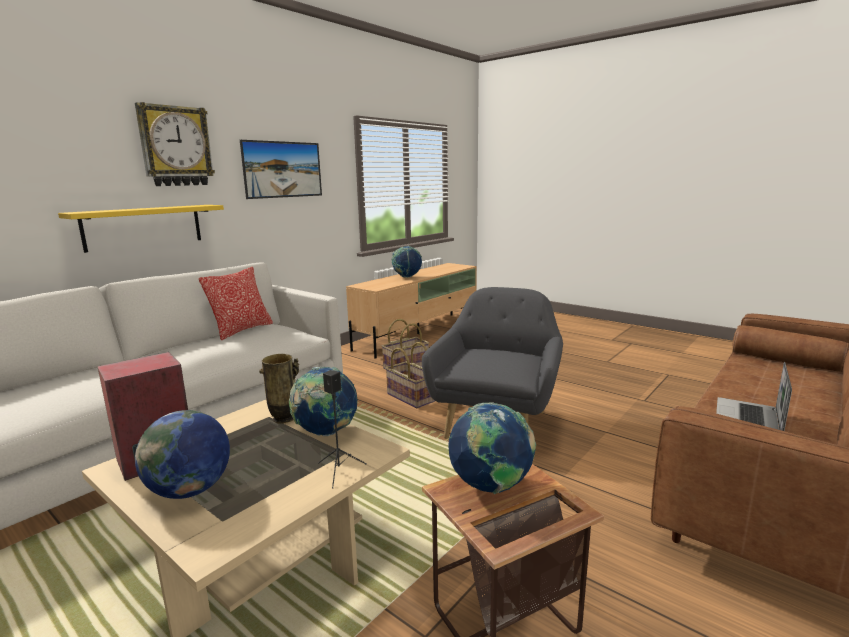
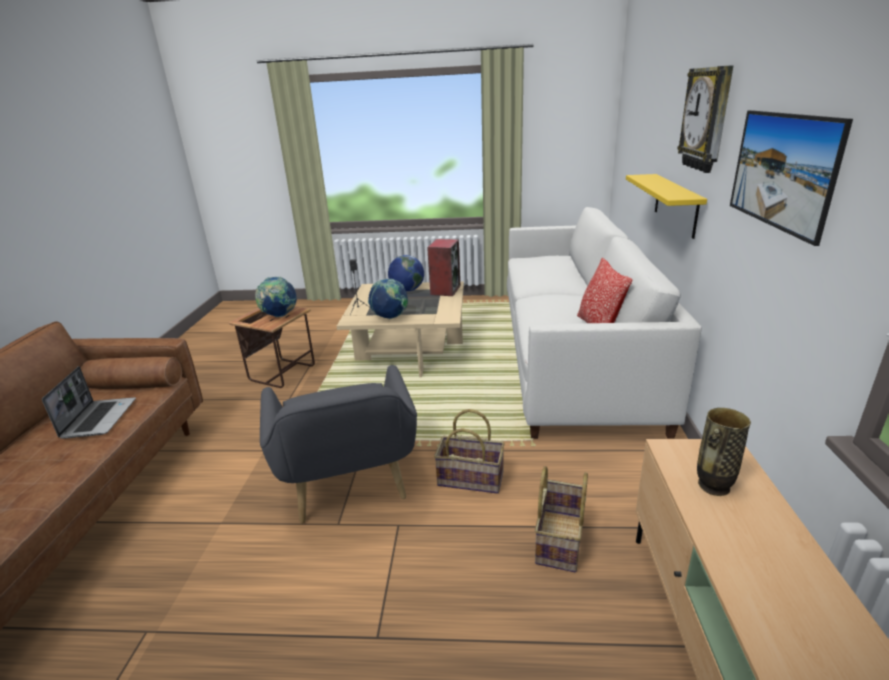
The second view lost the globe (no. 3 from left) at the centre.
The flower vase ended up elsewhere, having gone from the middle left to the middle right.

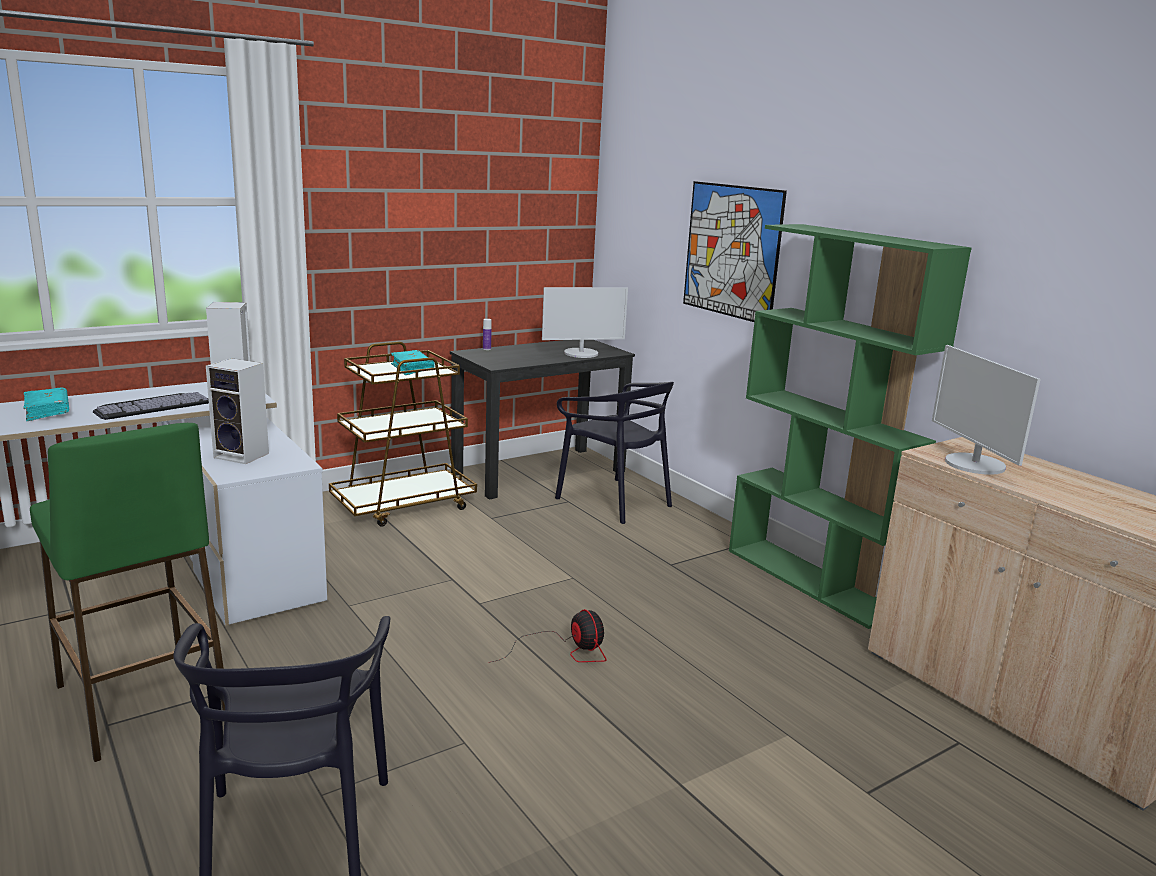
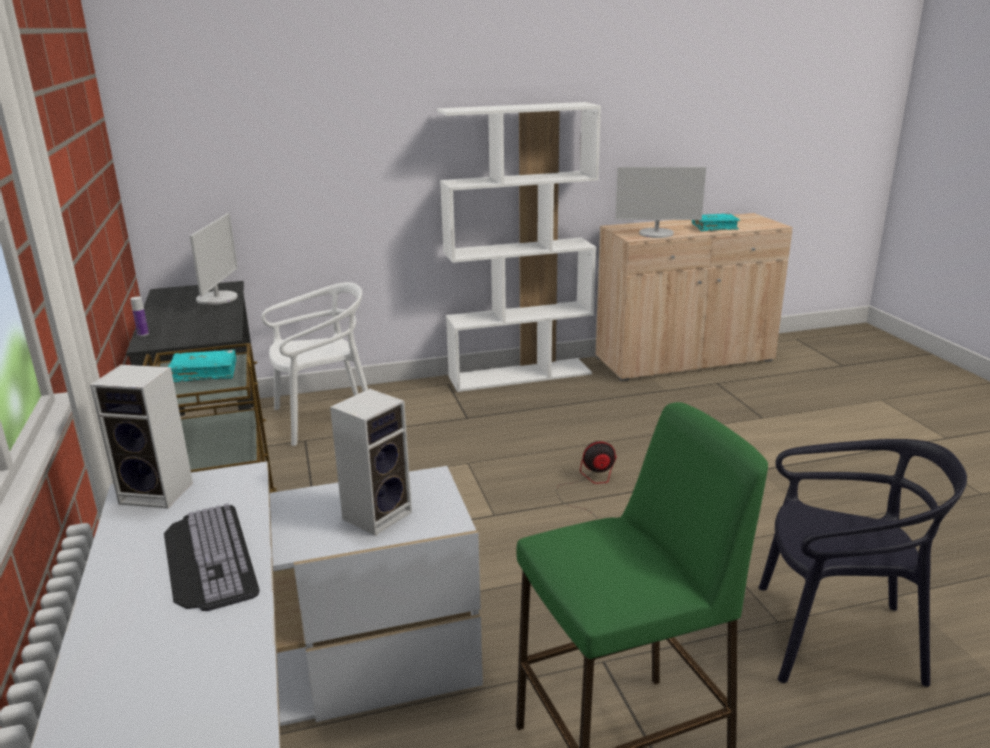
The second view lost the wall art at the top centre.
The turquoise-coloured volume (no. 1 from left in the first image) ended up elsewhere, having gone from the middle left to the top right.
What was the black-coloured upright chair (no. 2 from left) at the centre turned into the white upright chair at the middle left.
What was the green bookcase at the middle right turned into the white bookcase at the top centre.

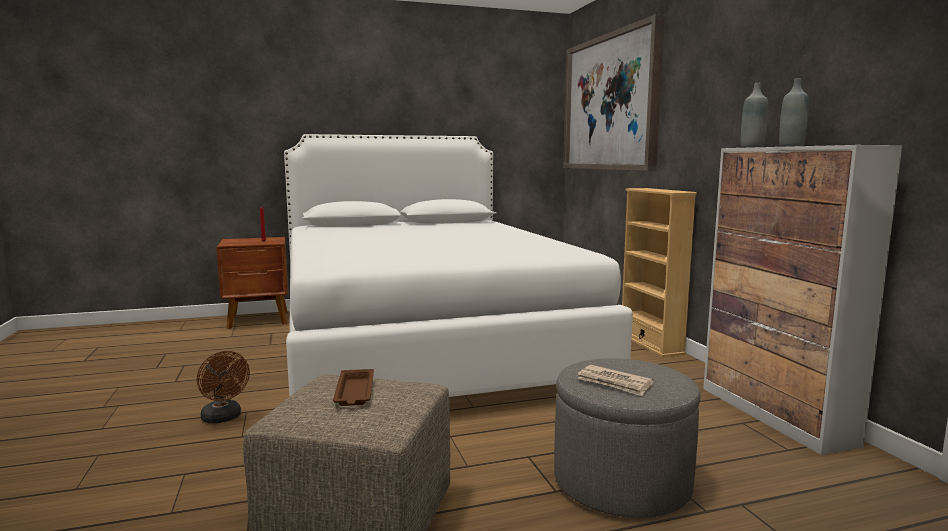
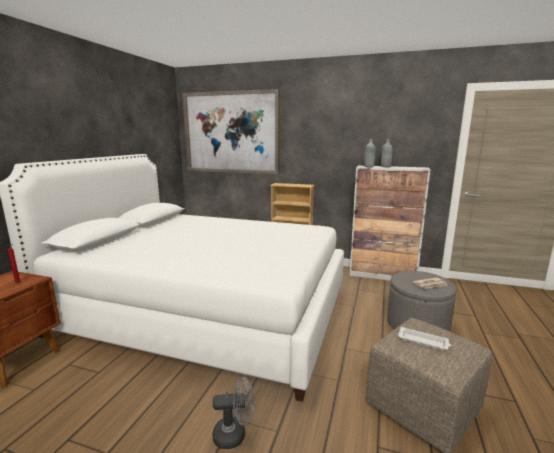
What was the brown fan at the bottom left turned into the gray fan at the bottom centre.
What was the brown carrying tray at the bottom centre turned into the white carrying tray at the bottom right.

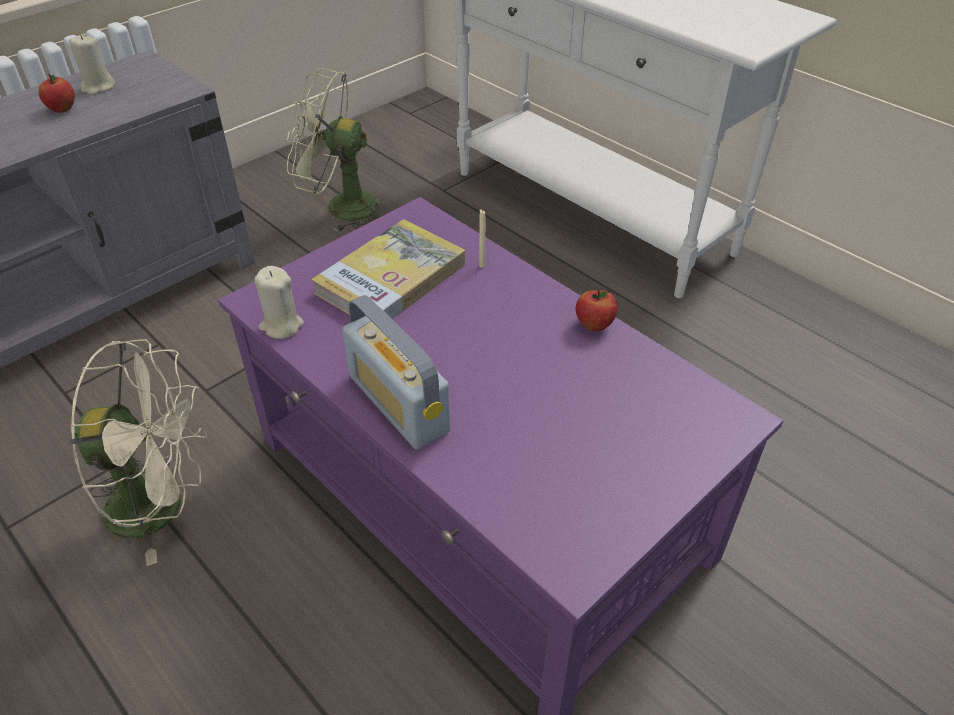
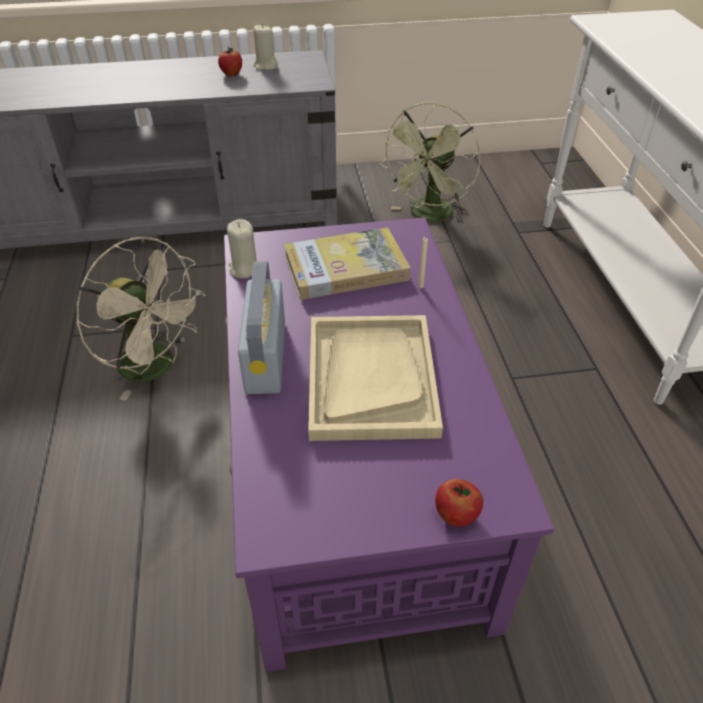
The second view gained the beige carrying tray at the centre.
The apple (no. 2 from left) ended up elsewhere, having gone from the centre to the bottom centre.
The green fan at the top centre ended up facing another way, 105 degrees counterclockwise from before.

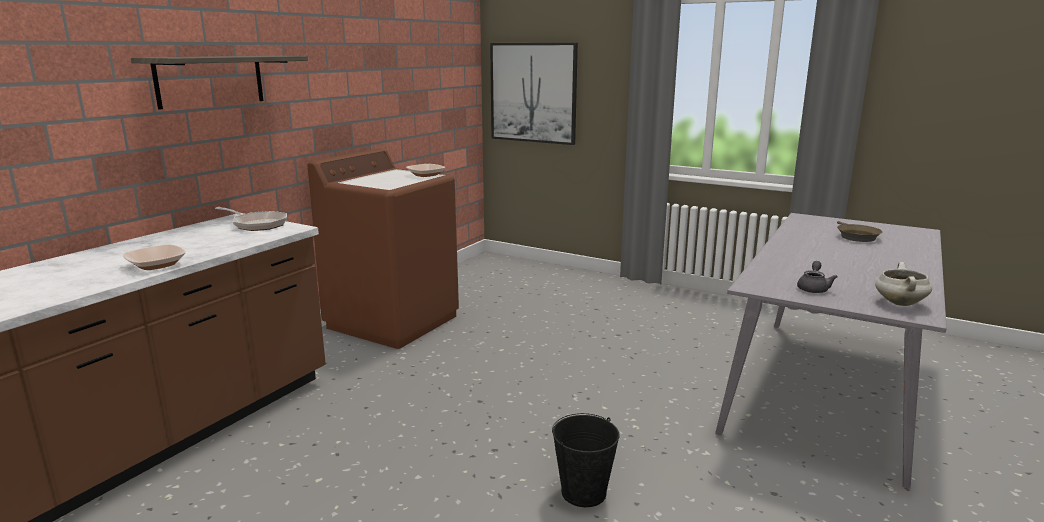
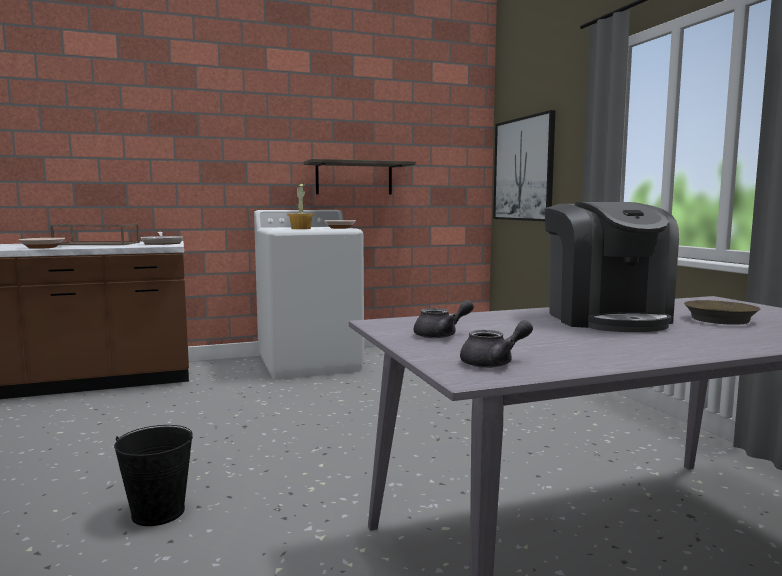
The second view gained the brown carrying tray at the middle left.
The second view gained the plant in a pot at the centre.
The second view gained the coffee maker at the middle right.
The wall shelf ended up elsewhere, having gone from the top left to the top centre.
Where the white stockpot stood at the middle right, the gray teapot (no. 2 from left) came to stand at the centre.
What was the brown washing machine at the centre turned into the white washing machine at the centre.

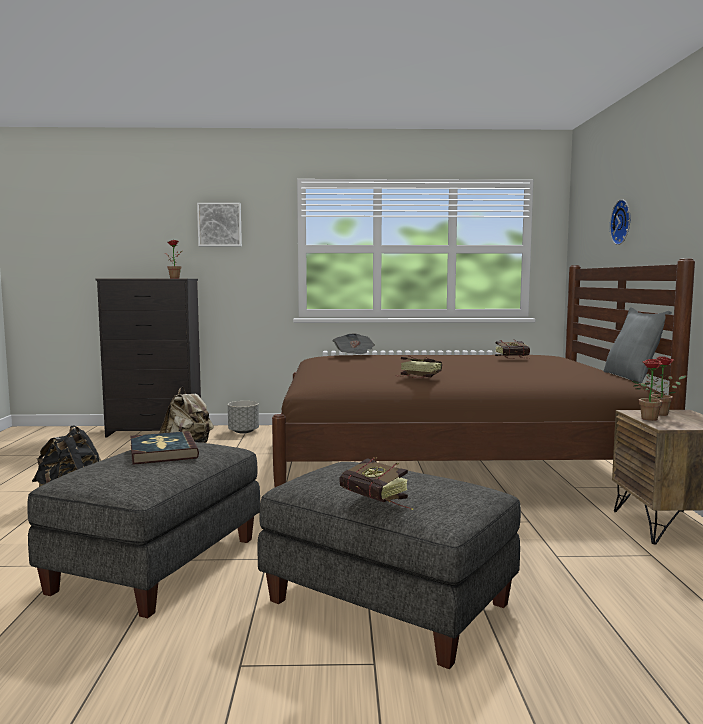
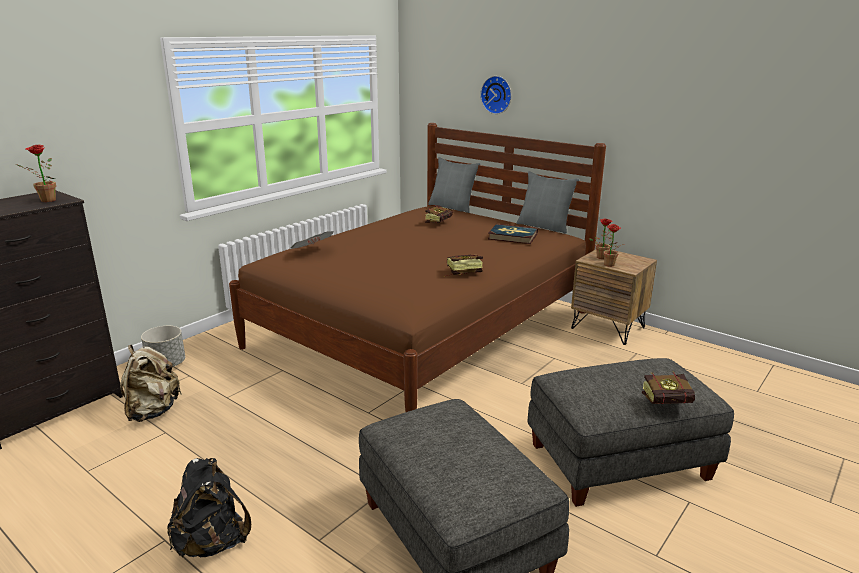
The second view lost the wall art at the top left.
The second view gained the gray throw pillow (no. 1 from left) at the top centre.
The volume (no. 1 from left in the first image) ended up elsewhere, having gone from the middle left to the centre.

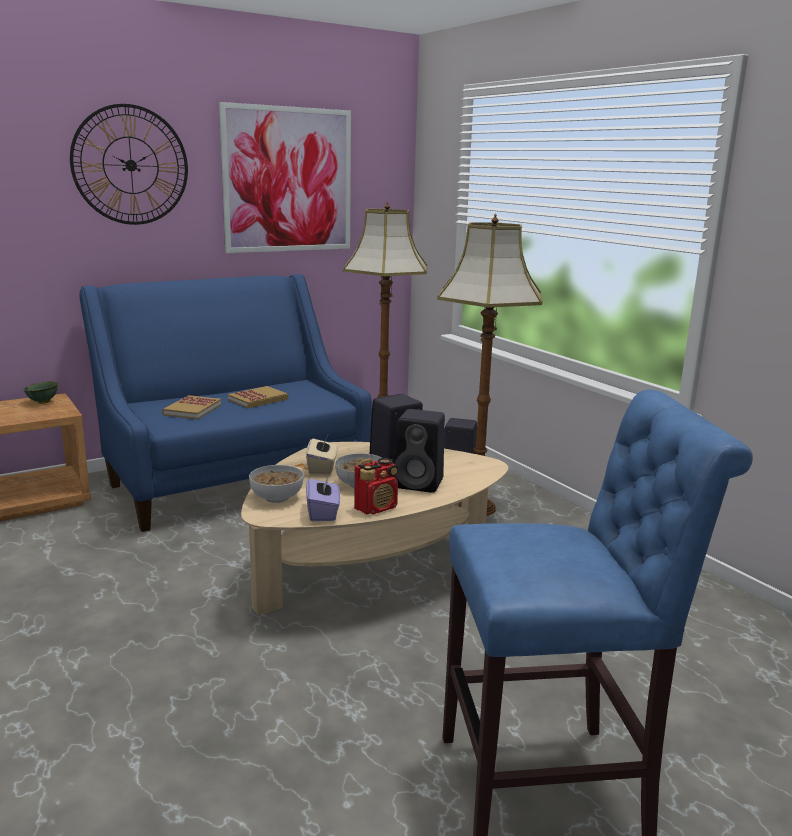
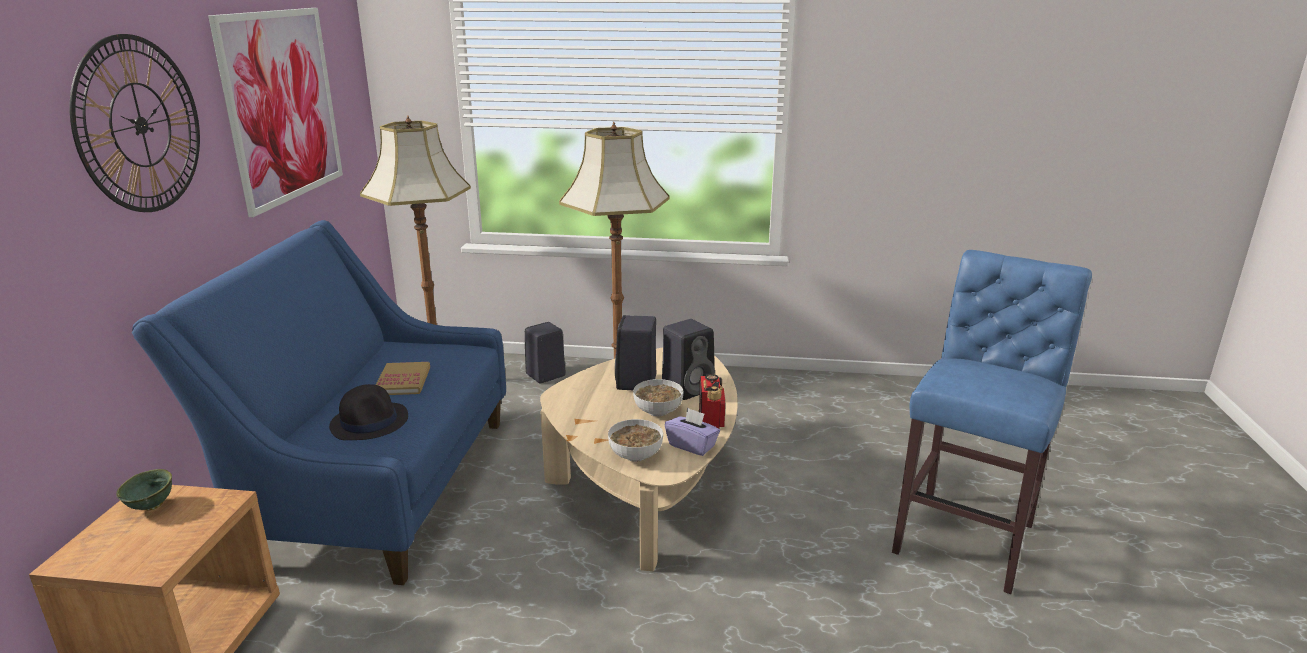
The second view lost the beige tissue holder at the centre.
Where the volume (no. 1 from left) stood at the middle left, the black-coloured clothing hat came to stand at the middle left.

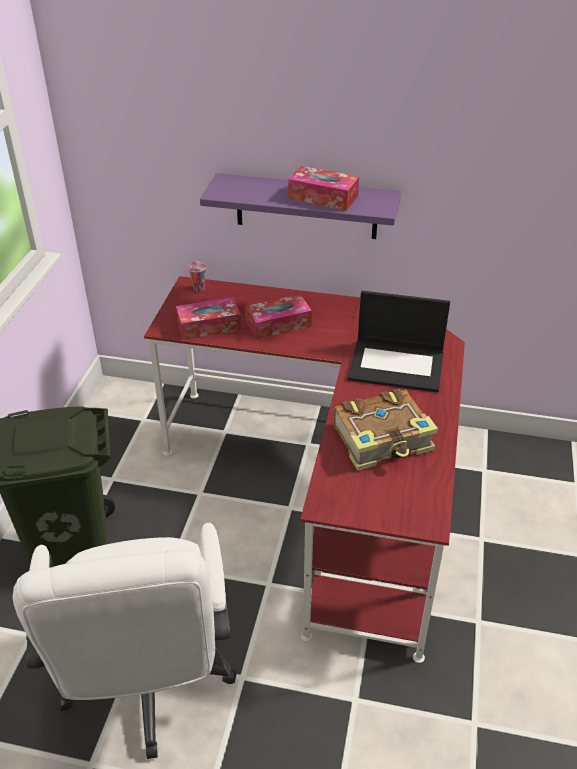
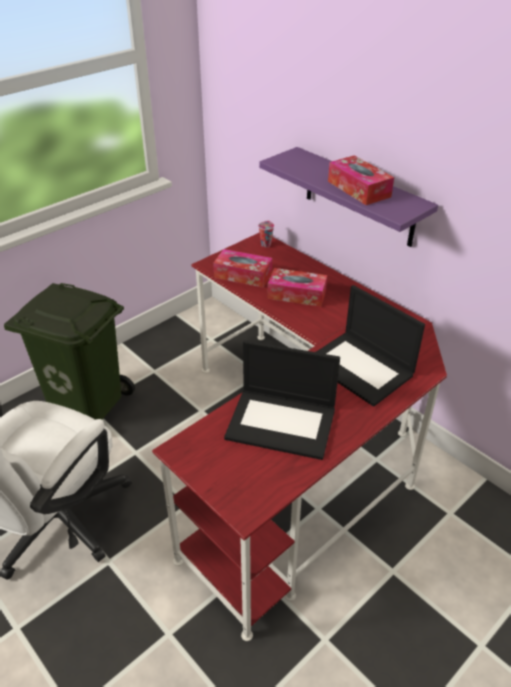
Where the volume stood at the middle right, the portable computer (no. 1 from left) came to stand at the centre.

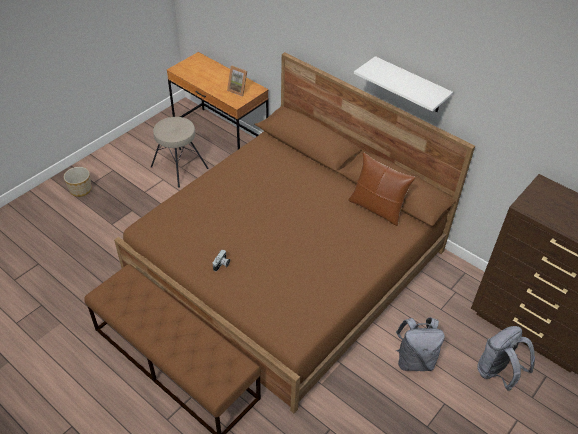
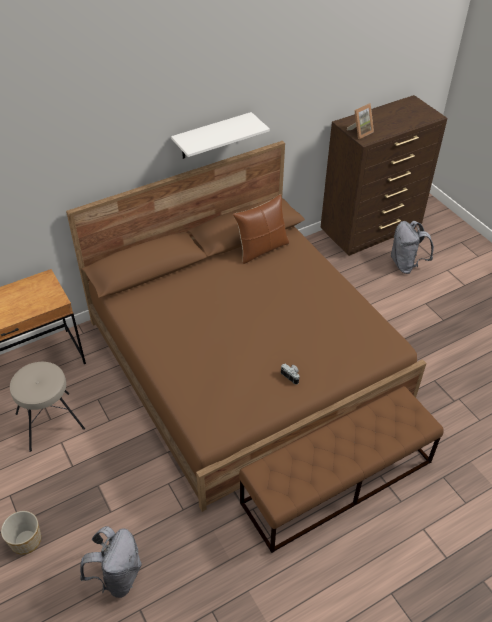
The standing frame ended up elsewhere, having gone from the top centre to the top right.
The gray knapsack (no. 1 from left) ended up elsewhere, having gone from the bottom right to the bottom left.

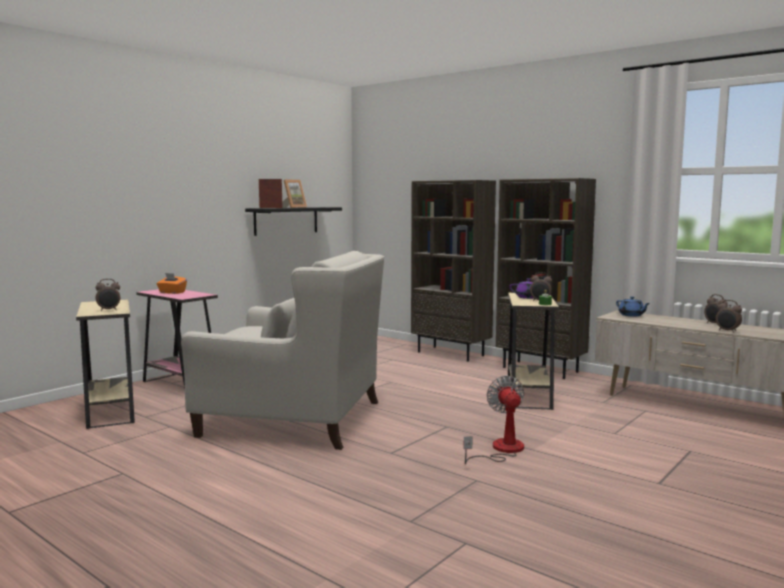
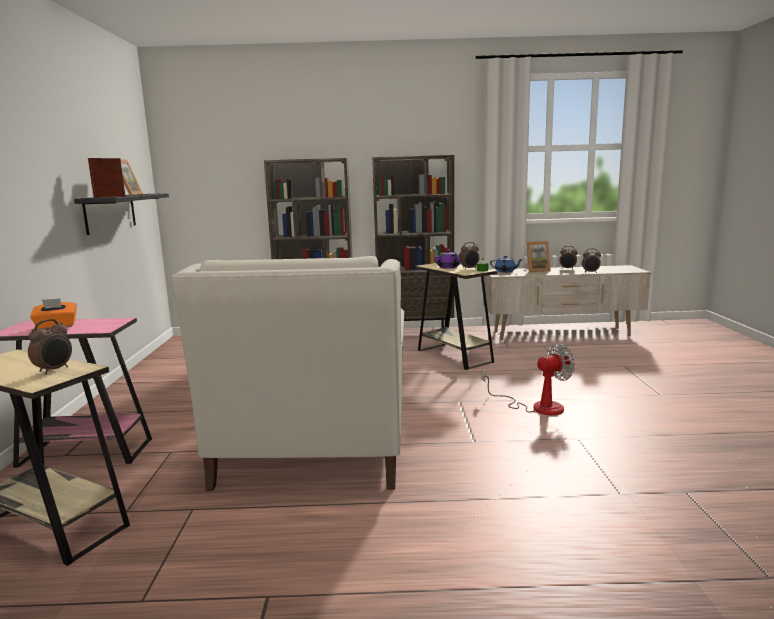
The second view gained the standing frame (no. 3 from left) at the middle right.
The white armchair at the centre ended up facing another way, 120 degrees clockwise from before.
The fan at the bottom centre ended up facing another way, 120 degrees clockwise from before.

